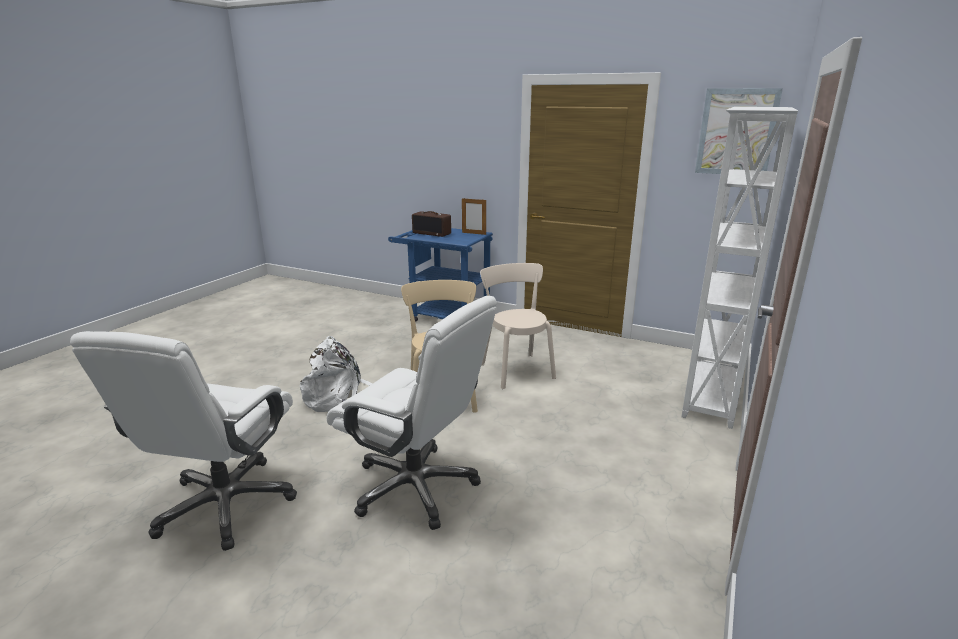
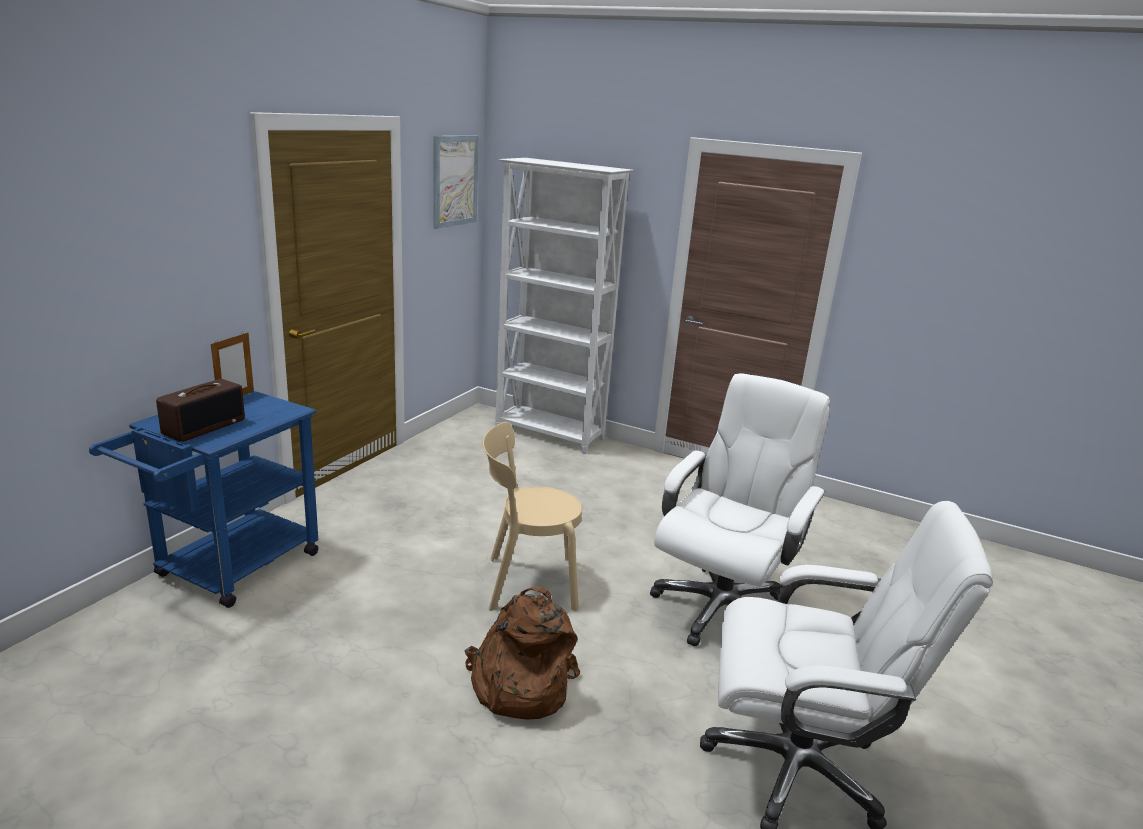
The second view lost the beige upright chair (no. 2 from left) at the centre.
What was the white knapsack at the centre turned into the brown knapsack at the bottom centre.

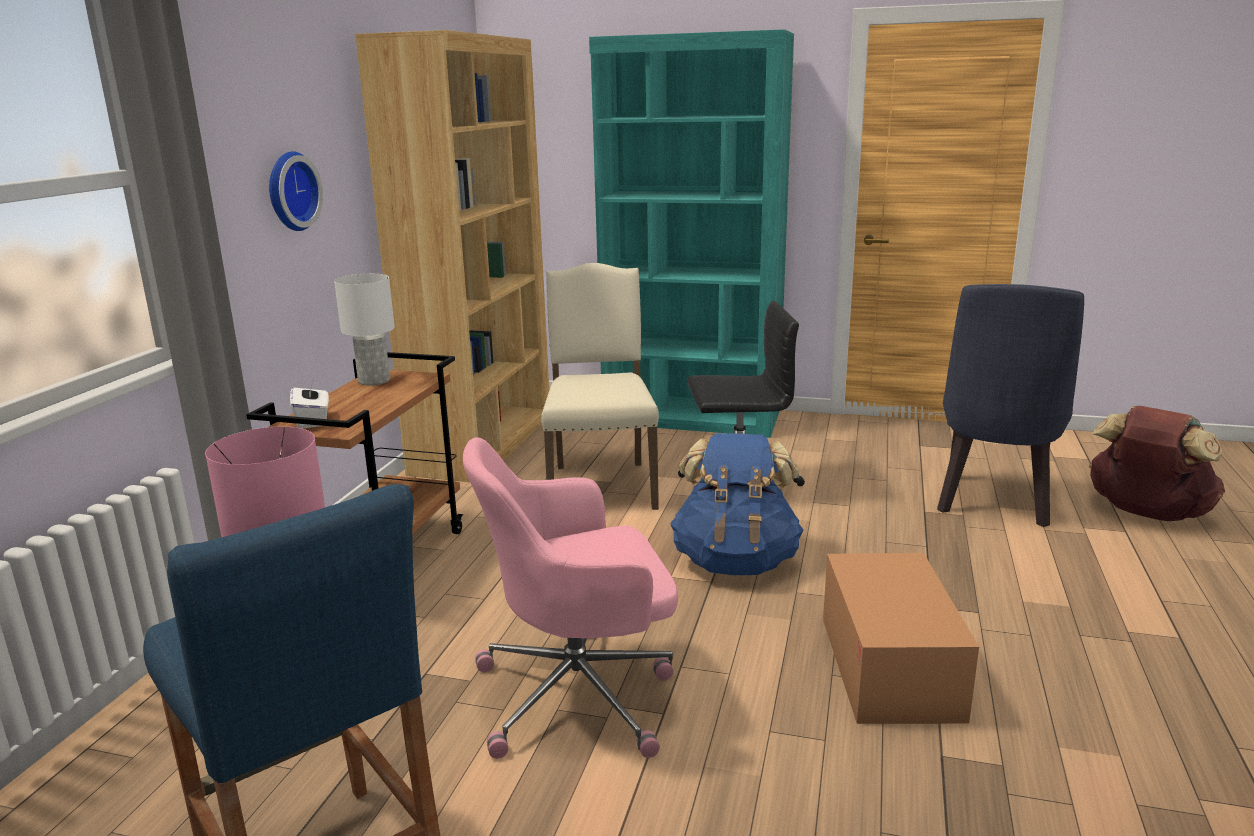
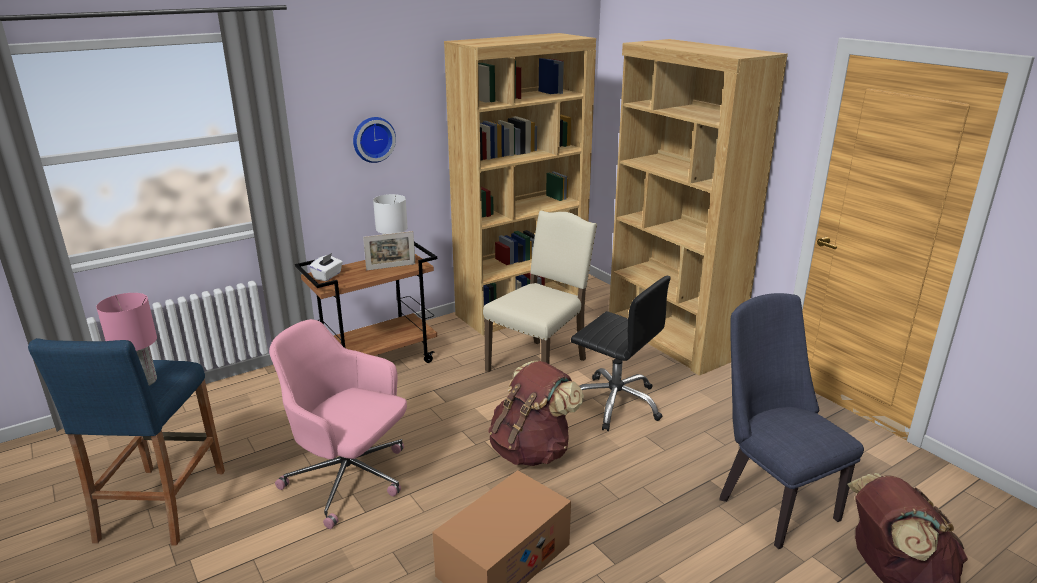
The second view gained the standing frame at the centre.
What was the turquoise-coloured bookcase at the top centre turned into the brown bookcase (no. 2 from left) at the middle right.
What was the blue-coloured knapsack at the centre turned into the brown knapsack (no. 1 from left) at the bottom centre.
The blue-coloured upright chair at the middle right ended up facing another way, 90 degrees clockwise from before.

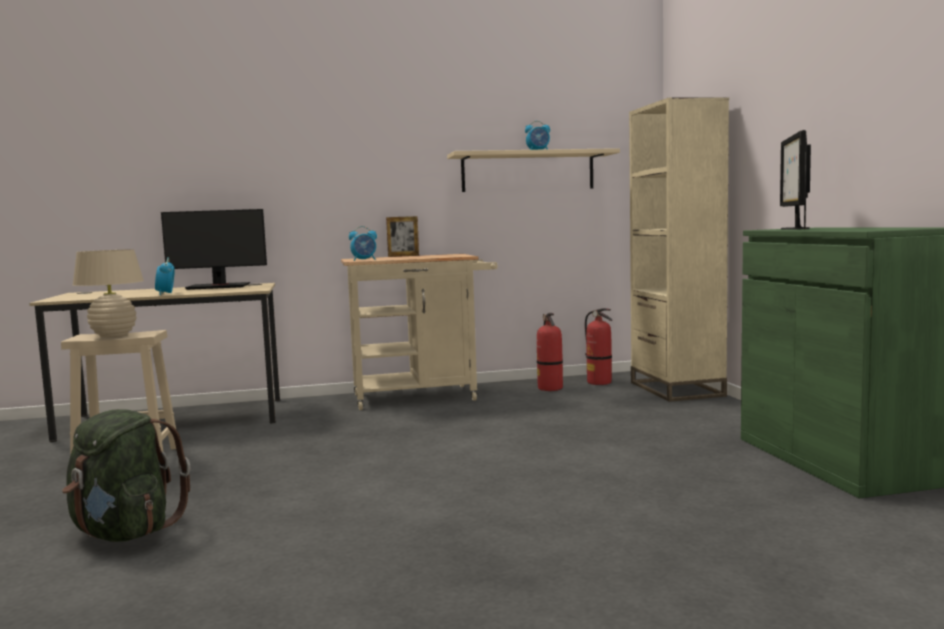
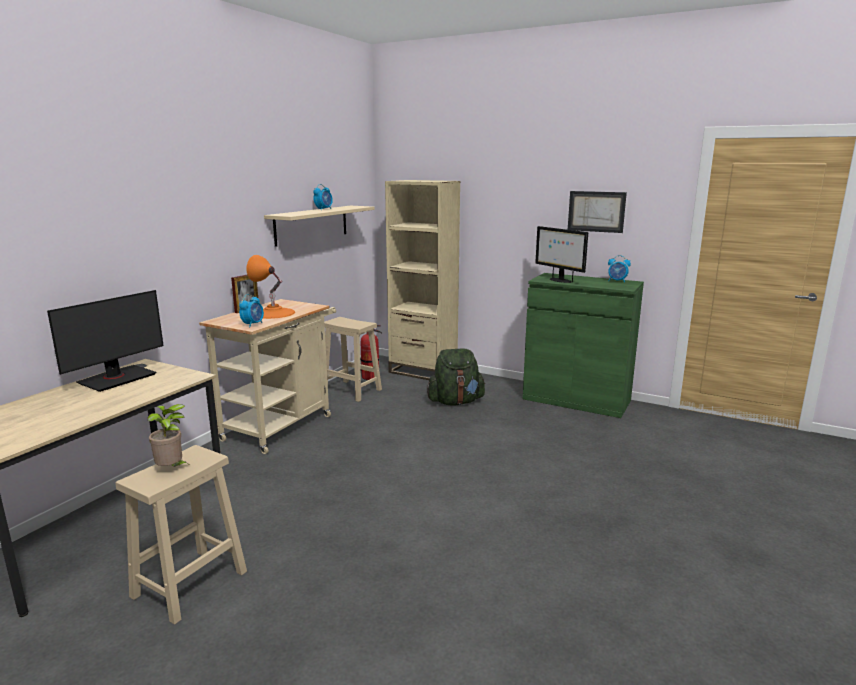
The second view gained the orange-coloured table lamp at the middle left.
The second view gained the wall art at the top right.
The green knapsack ended up elsewhere, having gone from the bottom left to the centre.
The table clock (no. 1 from left in the first image) ended up elsewhere, having gone from the middle left to the middle right.
Where the beige table lamp stood at the middle left, the plant in a pot came to stand at the middle left.
Where the fire extinguisher (no. 1 from left) stood at the centre, the beige stool (no. 2 from left) came to stand at the centre.

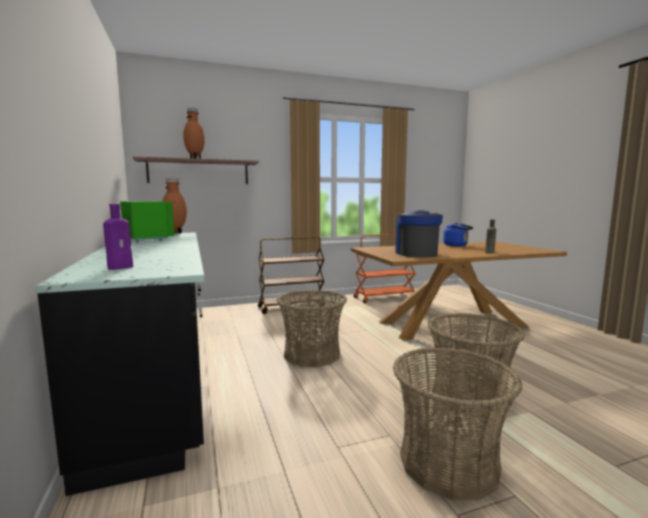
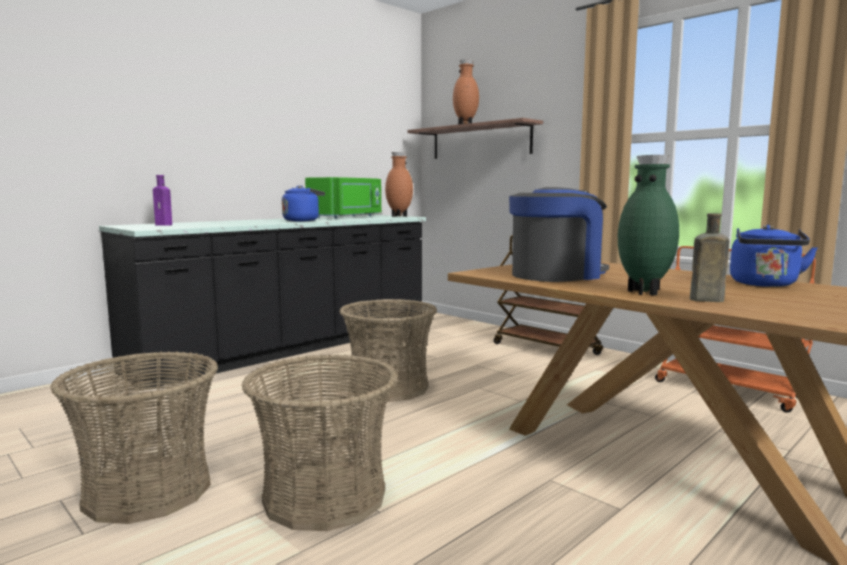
The second view gained the blue-coloured kettle (no. 1 from left) at the centre.
The second view gained the green flower vase at the middle right.

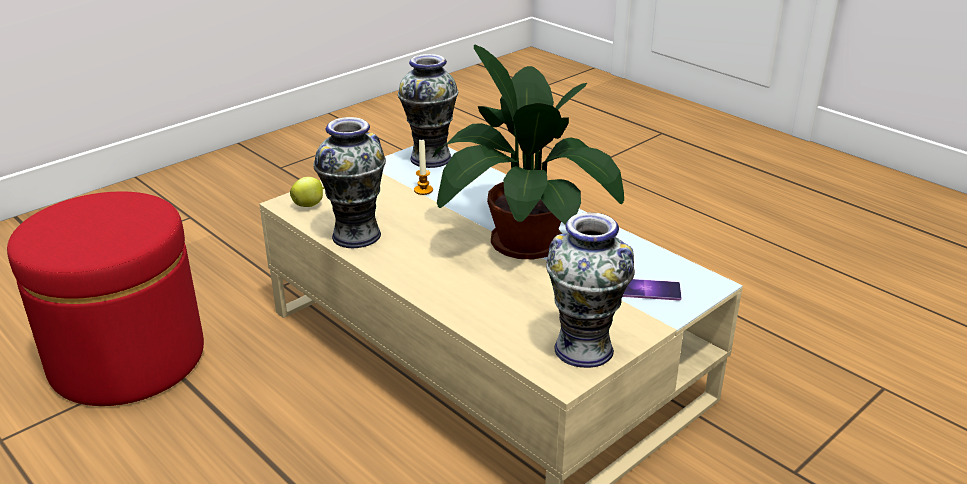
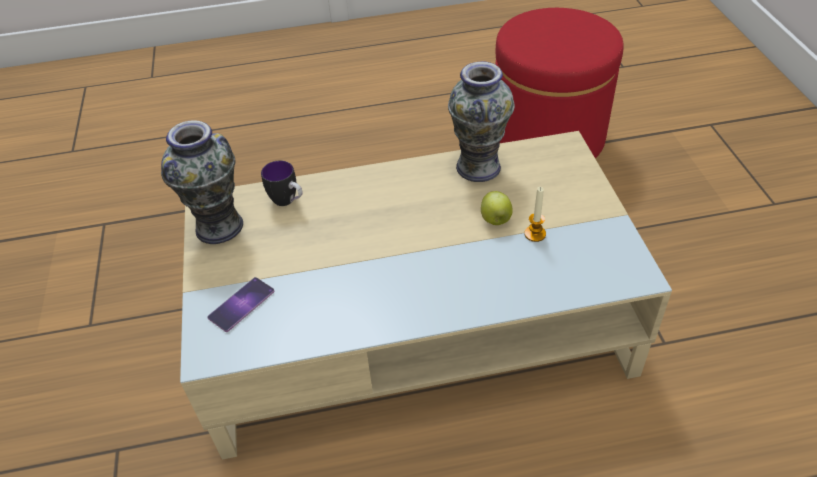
The second view lost the flower vase (no. 2 from left) at the top centre.
The second view lost the plant in a pot at the top centre.
The second view gained the coffee mug at the centre.
The apple ended up elsewhere, having gone from the middle left to the centre.

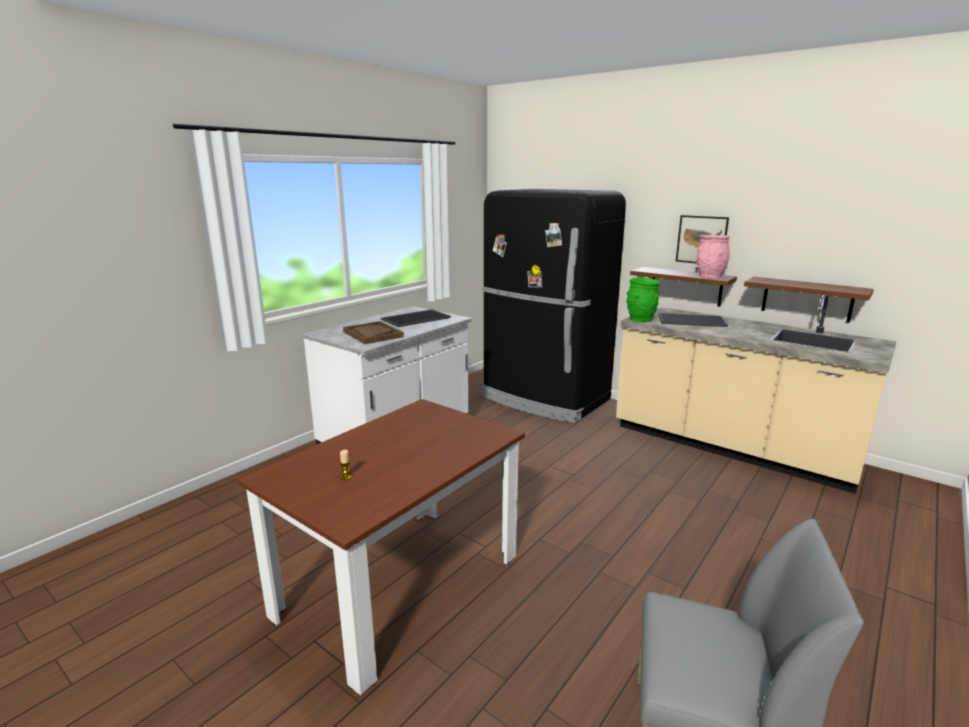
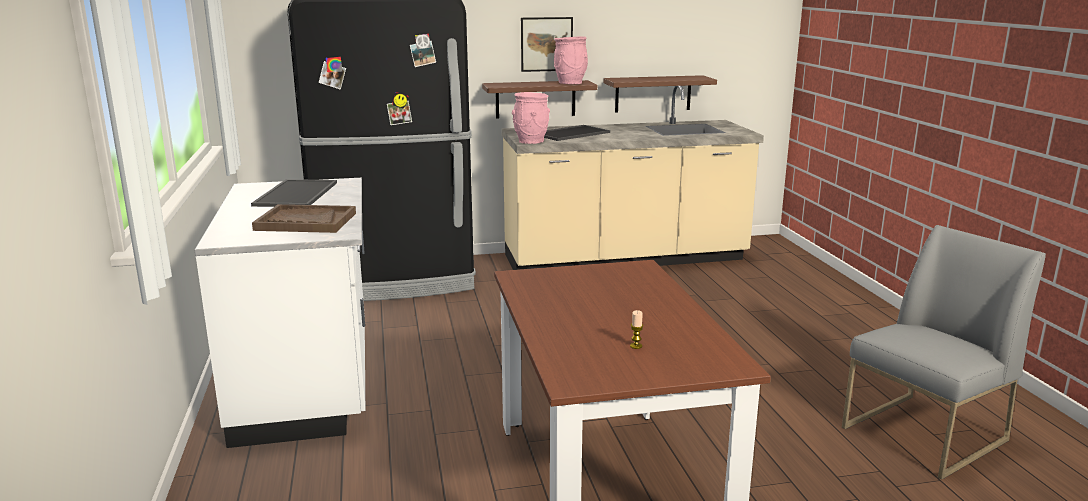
What was the green flower vase at the centre turned into the pink-coloured flower vase (no. 1 from left) at the top centre.

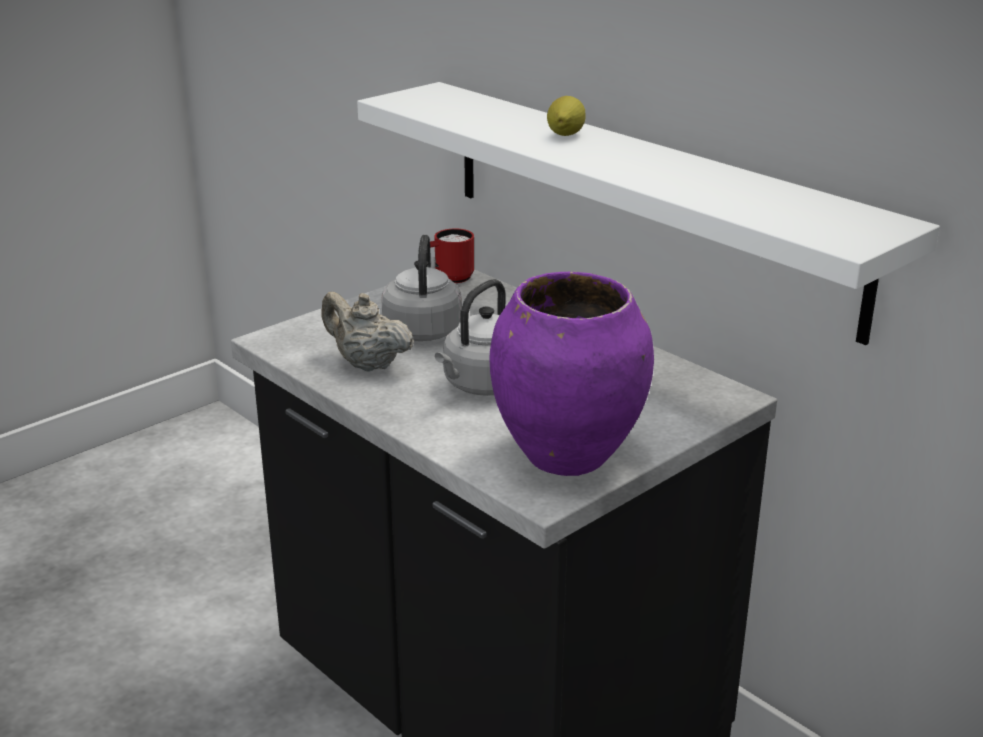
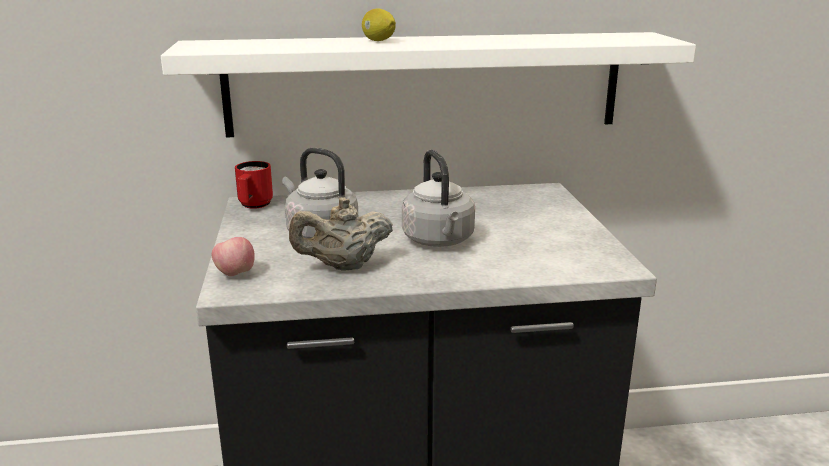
The second view lost the purple flower vase at the centre.
The second view gained the apple at the middle left.

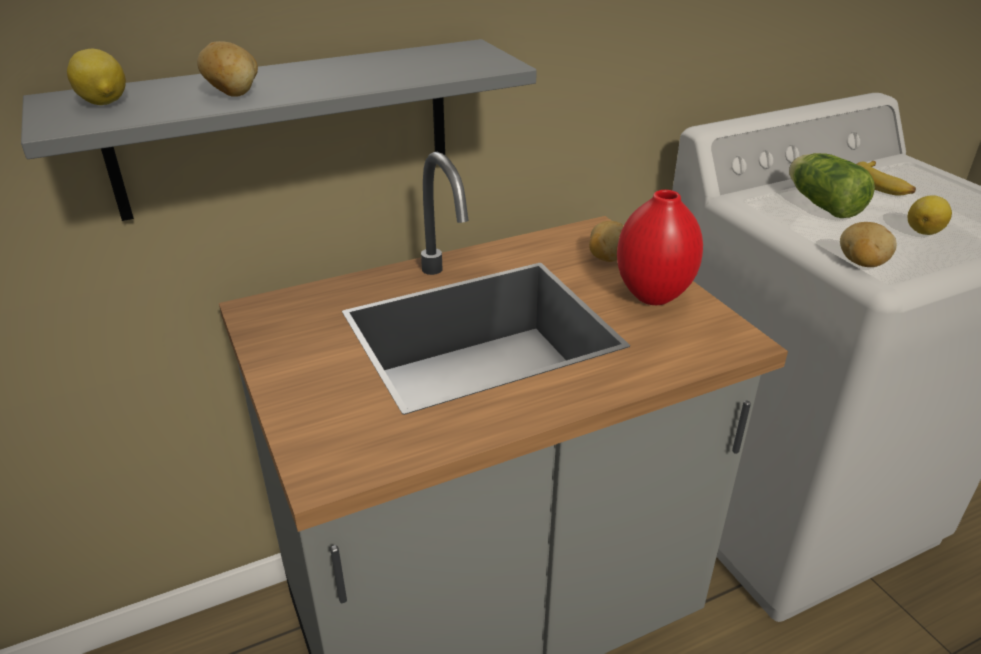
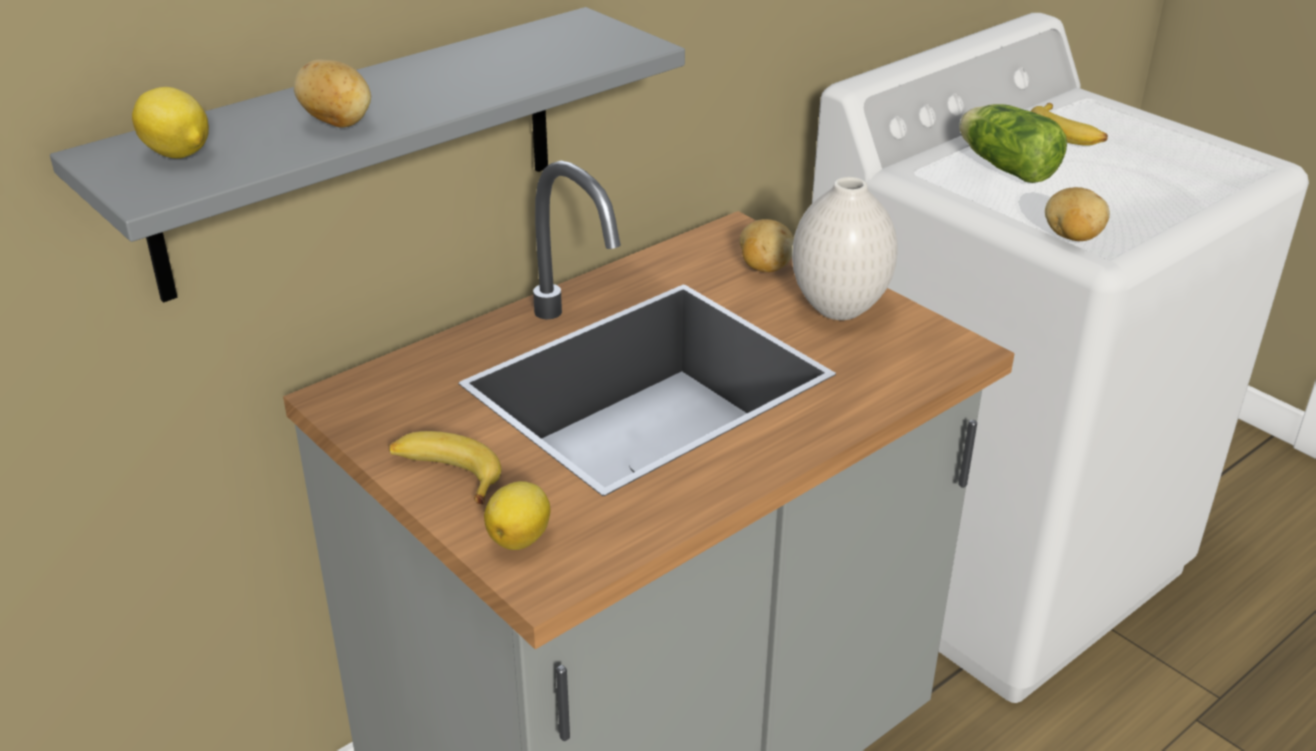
The second view gained the banana (no. 1 from left) at the centre.
The whole lemon (no. 2 from left) ended up elsewhere, having gone from the top right to the bottom centre.
What was the red flower vase at the middle right turned into the white flower vase at the top centre.

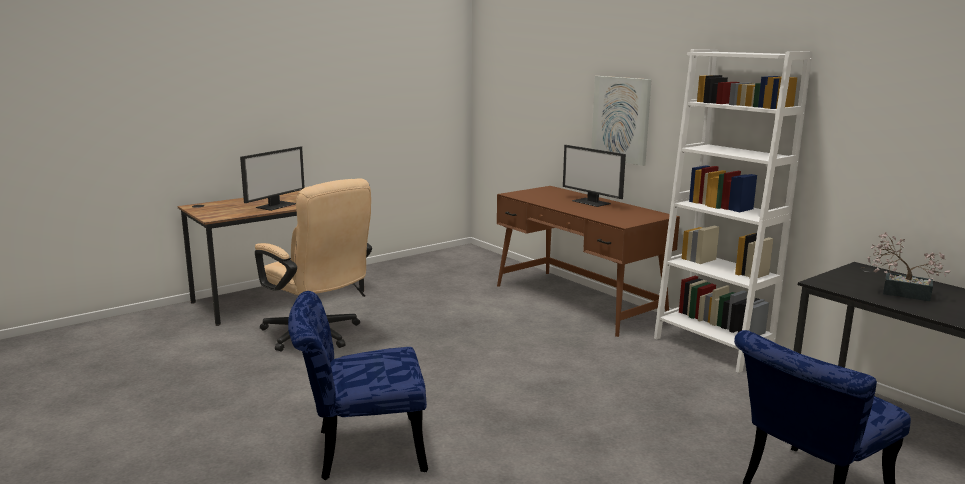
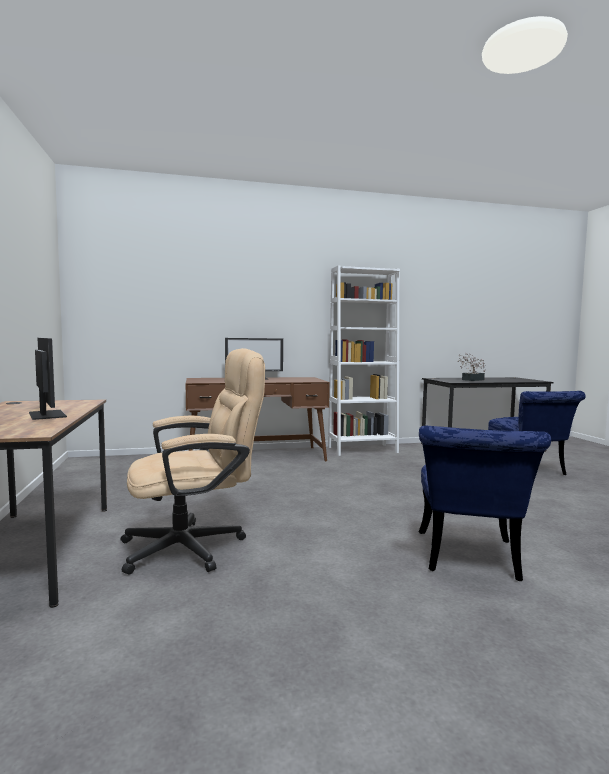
The second view lost the wall art at the top centre.

